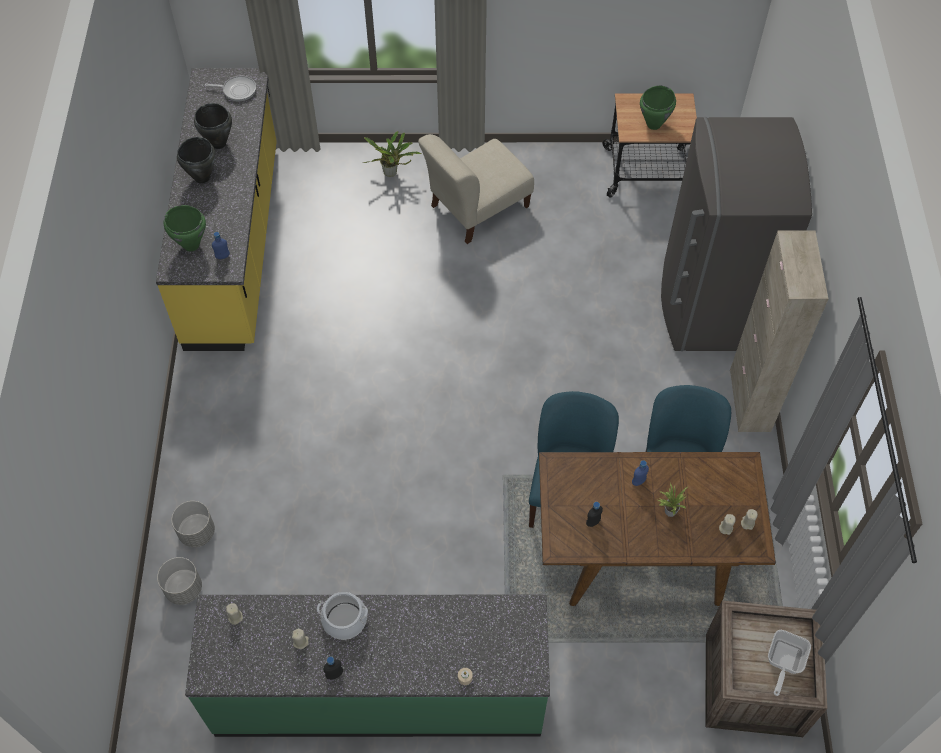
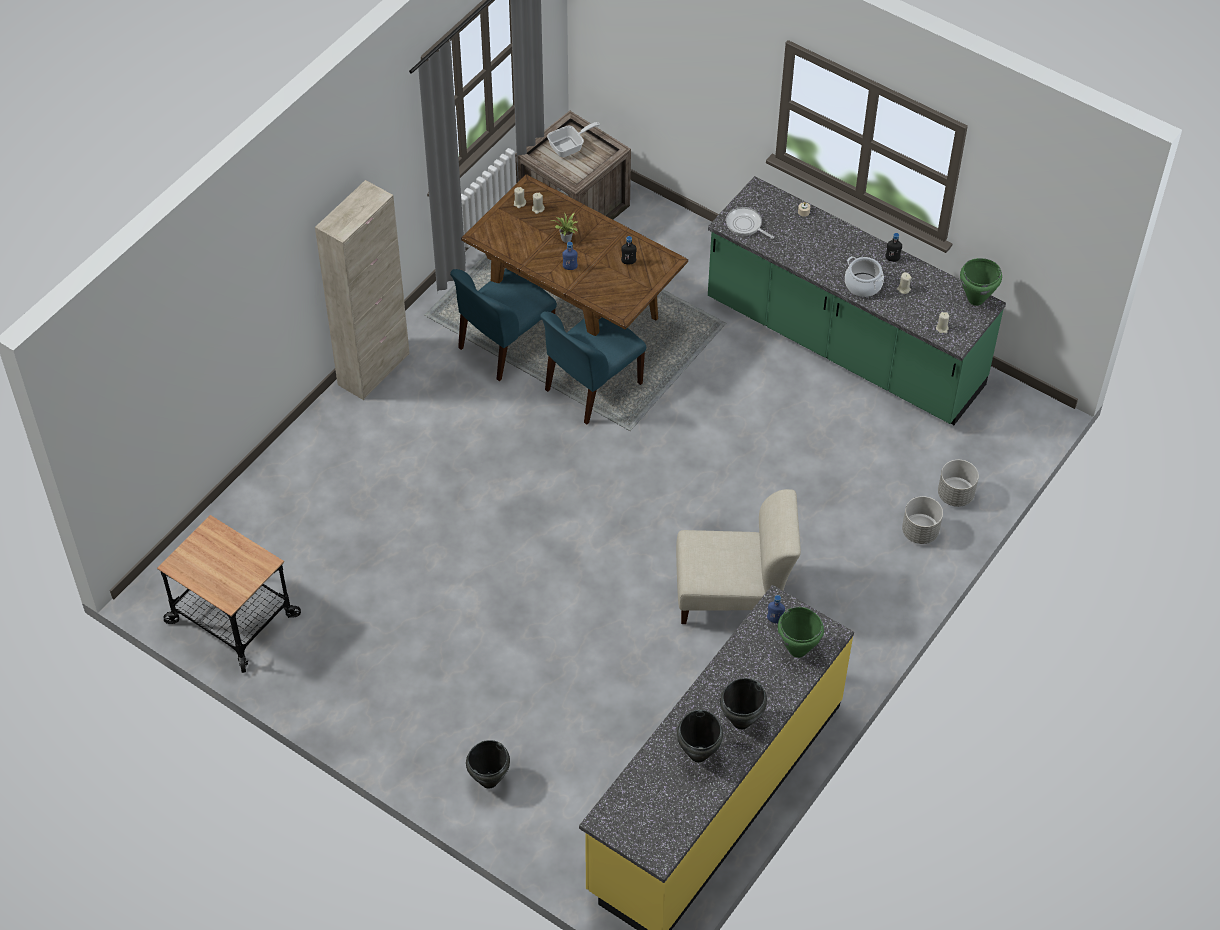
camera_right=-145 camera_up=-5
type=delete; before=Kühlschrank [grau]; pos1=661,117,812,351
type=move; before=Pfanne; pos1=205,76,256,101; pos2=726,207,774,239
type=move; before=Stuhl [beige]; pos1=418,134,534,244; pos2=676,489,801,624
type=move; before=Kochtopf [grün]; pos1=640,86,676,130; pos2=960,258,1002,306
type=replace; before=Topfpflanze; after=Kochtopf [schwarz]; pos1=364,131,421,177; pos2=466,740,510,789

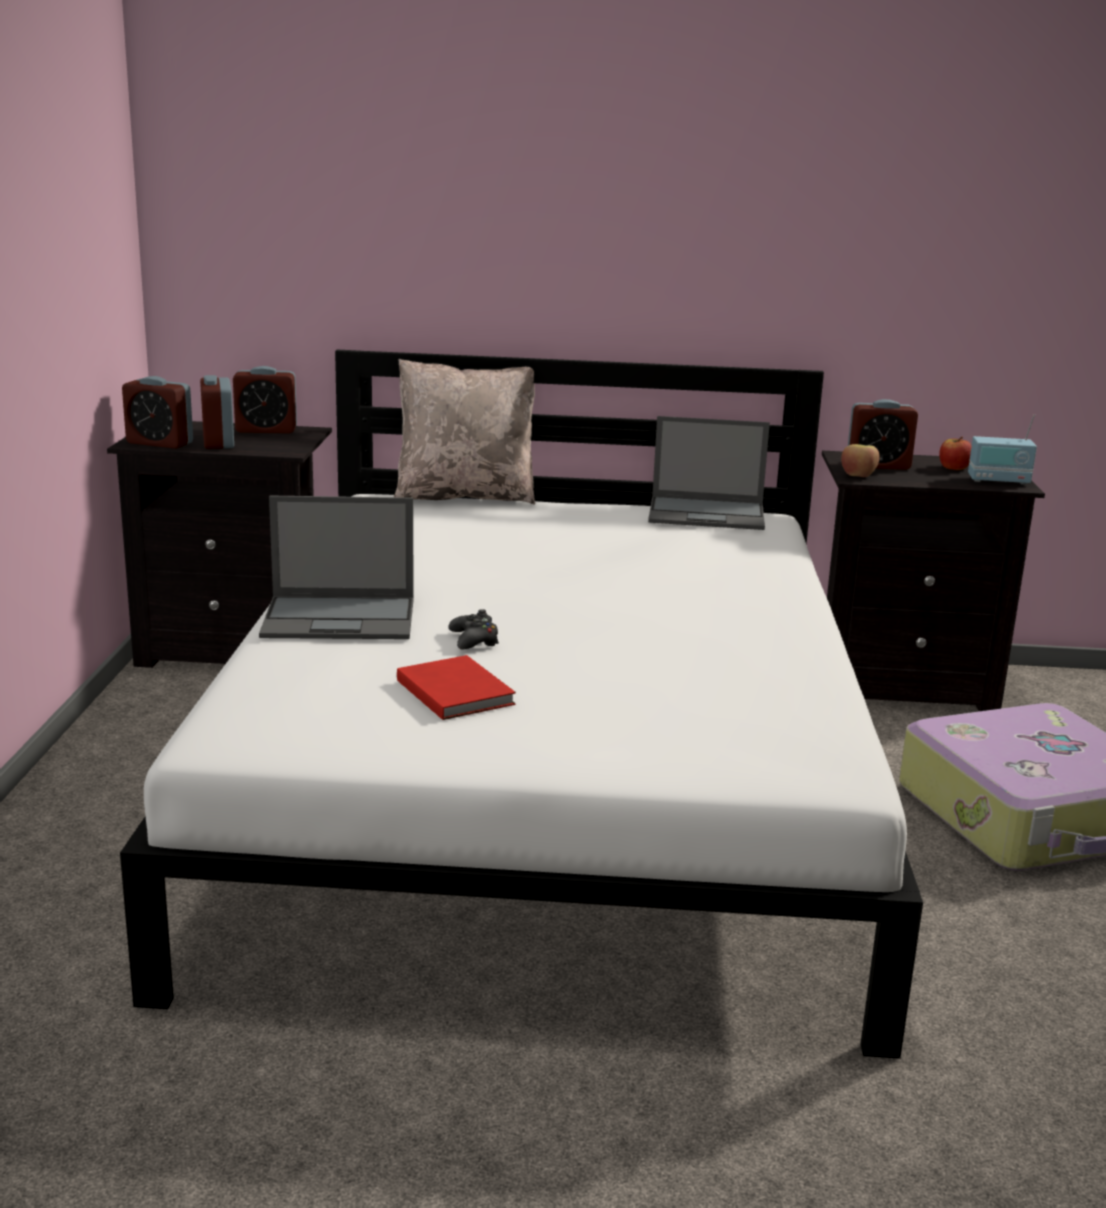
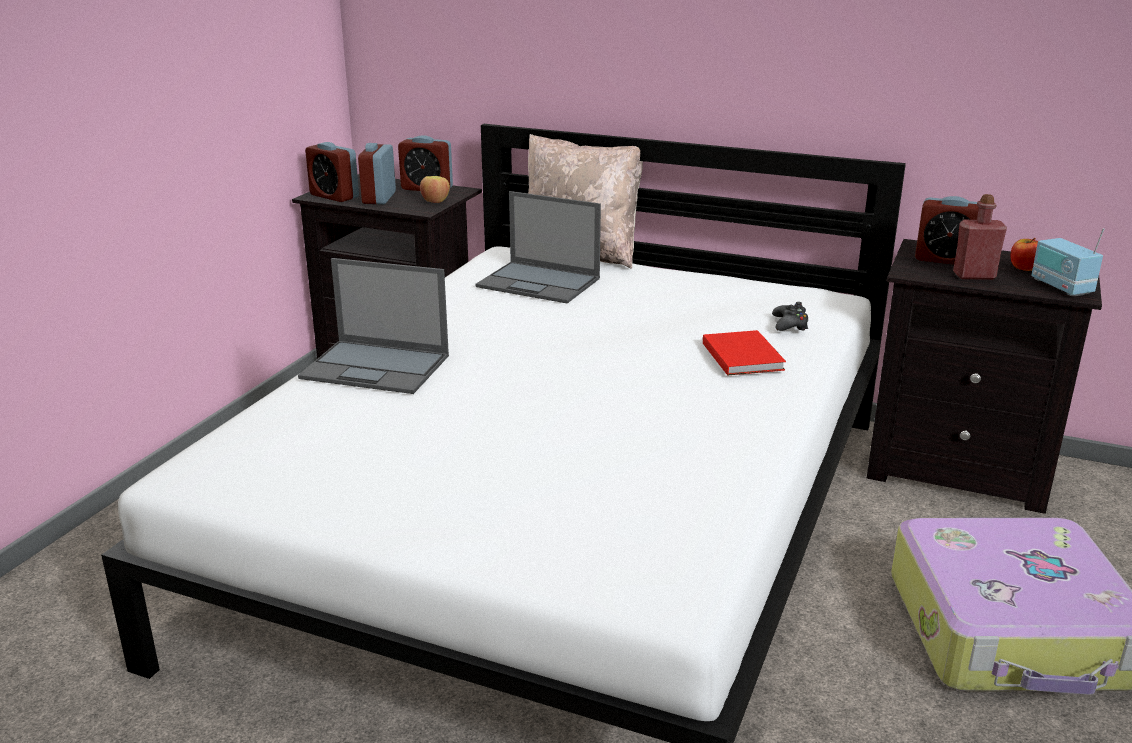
camera_right=20 camera_up=5
type=insert; after=Flasche [rot]; pos2=953,194,1007,280
type=move; before=Buch [rot]; pos1=397,655,516,720; pos2=703,330,786,375
type=move; before=Gamepad [schwarz]; pos1=448,609,499,650; pos2=772,302,808,331
type=move; before=Laptop; pos1=648,416,770,530; pos2=476,191,601,303
type=move; before=Apfel; pos1=841,444,880,477; pos2=420,176,450,203
type=rotate; before=Radio; pos1=968,414,1037,485; pos2=1031,228,1104,296; turn=45

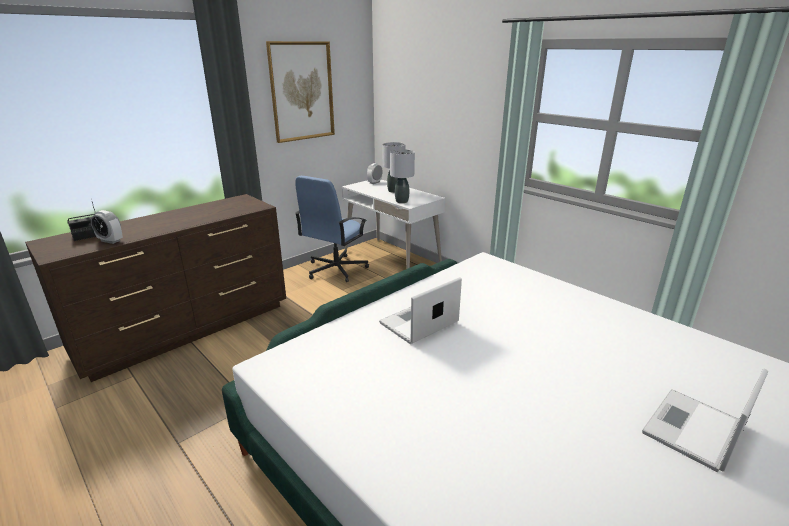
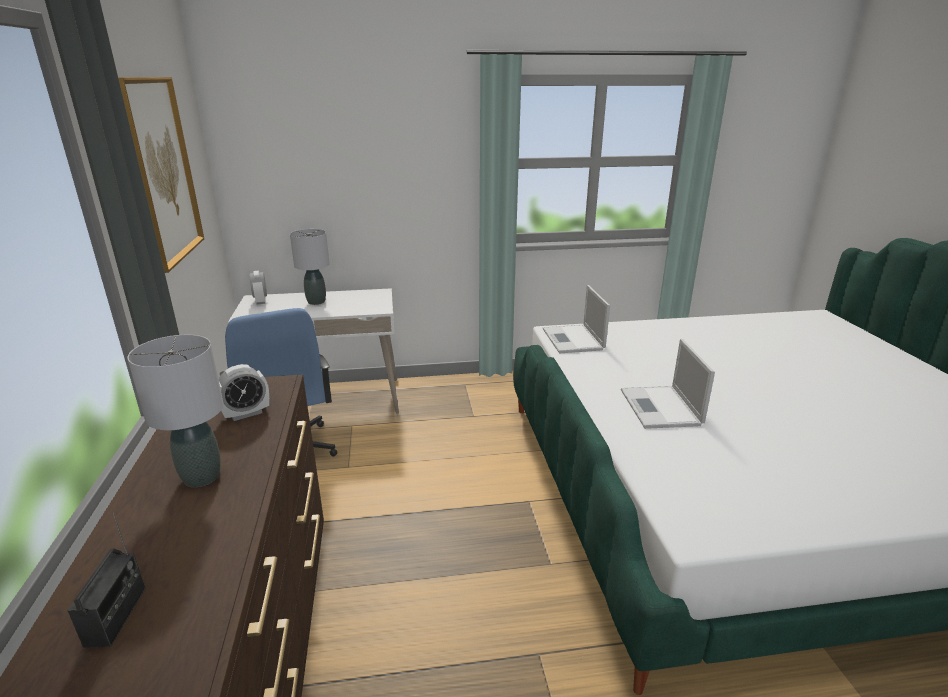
camera_right=-55 camera_up=0
type=move; before=Wecker; pos1=91,210,123,244; pos2=219,364,269,421
type=move; before=Tischlampe [grau]; pos1=390,149,415,203; pos2=127,335,223,487
type=move; before=Laptop; pos1=642,368,768,472; pos2=543,285,610,353

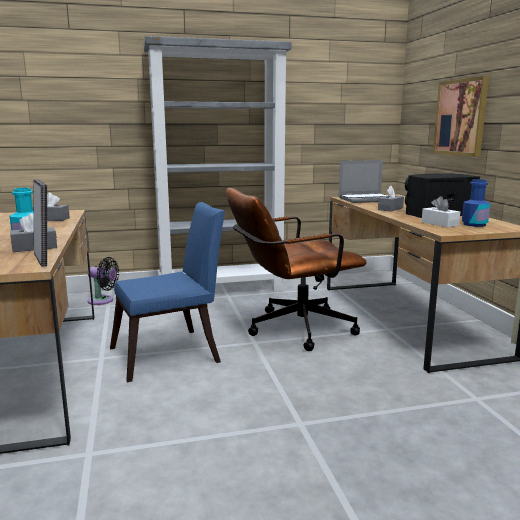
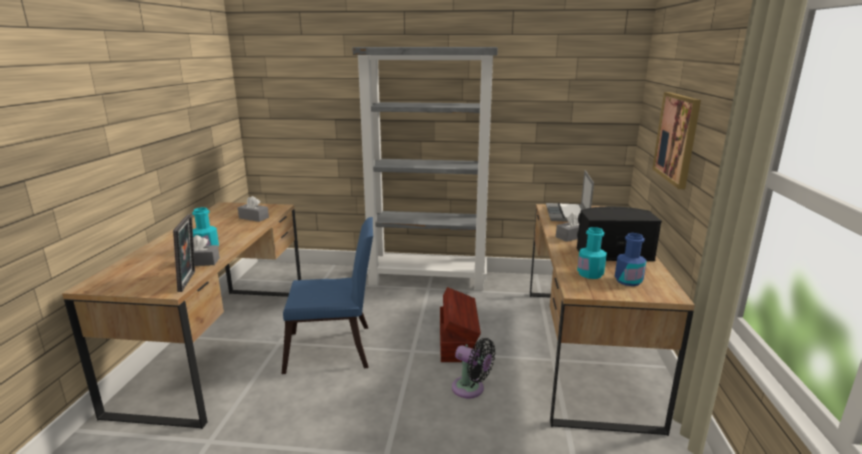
camera_right=20 camera_up=5
type=move; before=Ventilator [schwarz]; pos1=88,257,119,305; pos2=452,338,495,398
type=replace; before=Bürostuhl [braun]; after=Aufbewahrungsbox [braun]; pos1=226,188,367,351; pos2=440,287,481,362
type=replace; before=Taschentuchbox [weiß]; after=Flasche [türkis]; pos1=422,196,460,228; pos2=577,227,607,279
type=rotate; before=Laptop; pos1=338,160,388,203; pos2=546,170,594,222; turn=90

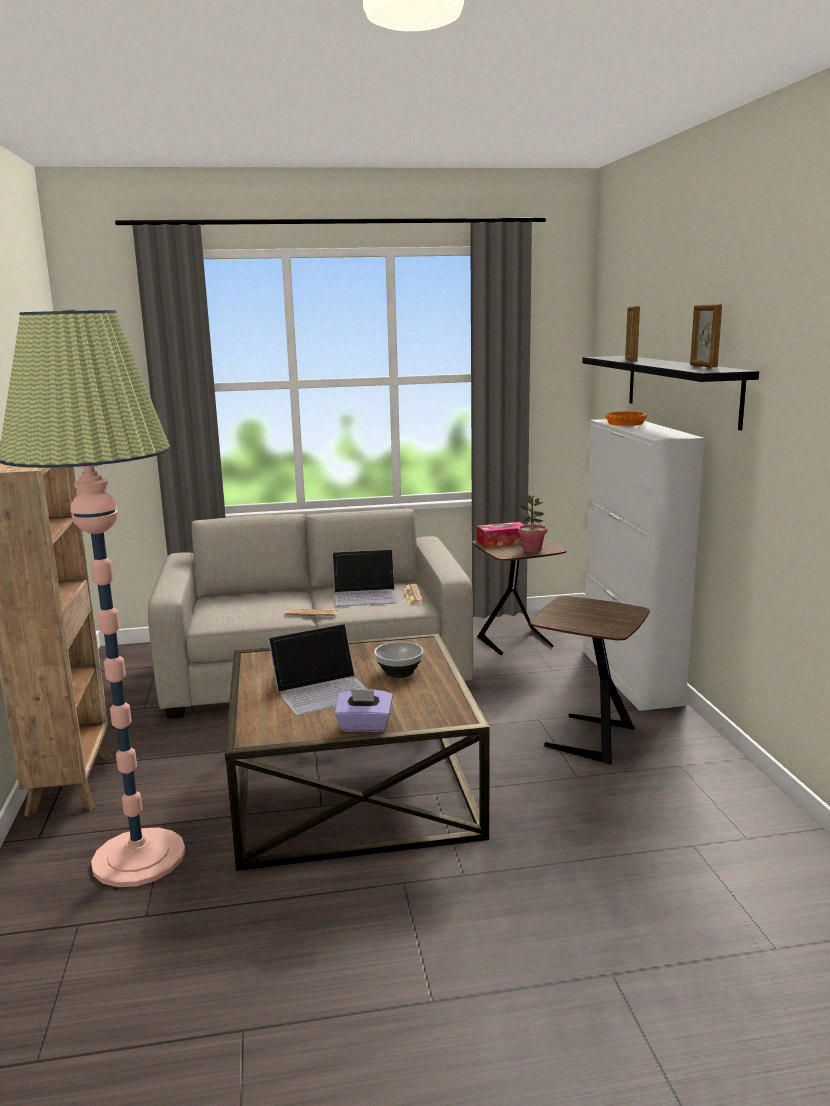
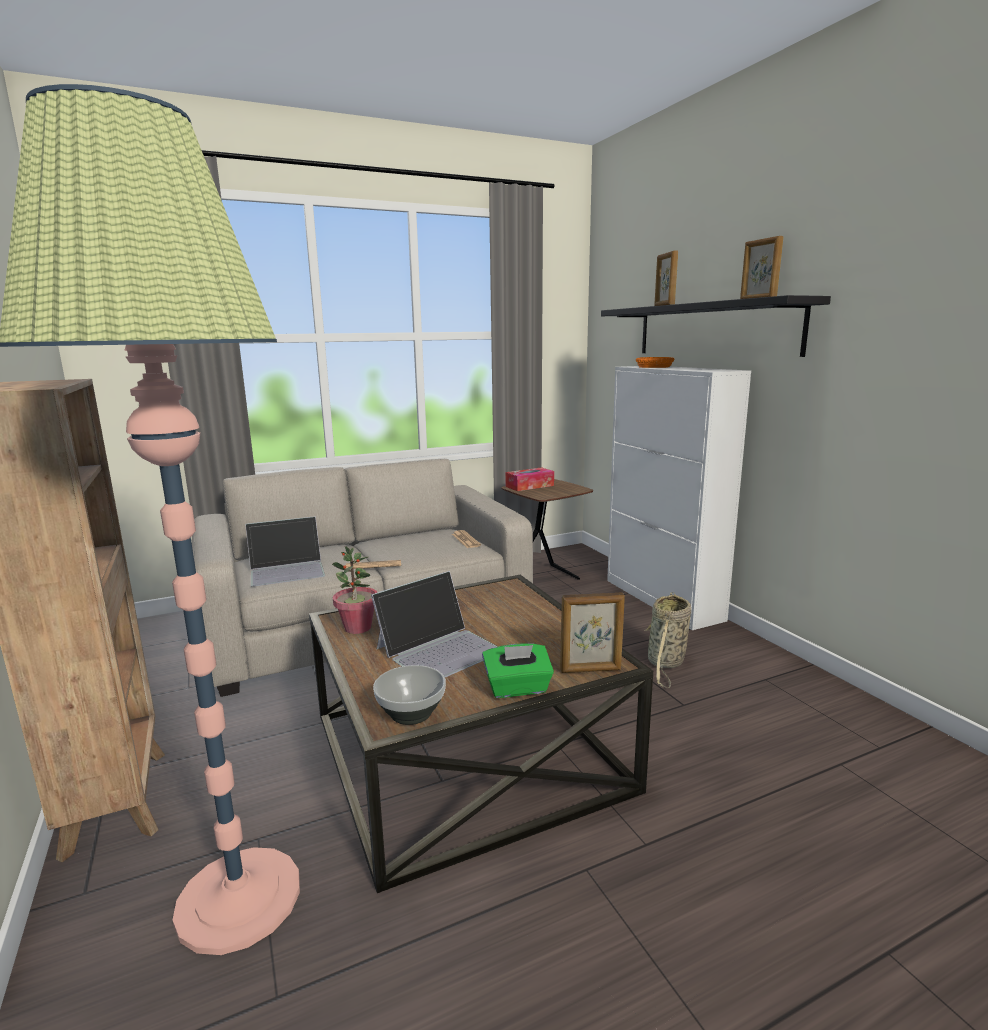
camera_right=-15 camera_up=0
type=insert; after=Bilderrahmen; pos2=560,592,625,673
type=move; before=Laptop; pos1=333,549,397,607; pos2=245,516,325,587
type=move; before=Schüssel; pos1=374,642,423,678; pos2=373,665,446,725
type=move; before=Topfpflanze; pos1=518,495,547,553; pos2=332,546,378,634
type=replace; before=Beistelltisch [braun]; after=Korb; pos1=530,596,650,764; pos2=645,592,691,688
type=recolor; before=Taschentuchbox [lila]; after=Taschentuchbox [grün]; pos1=335,689,393,732; pos2=482,643,554,698

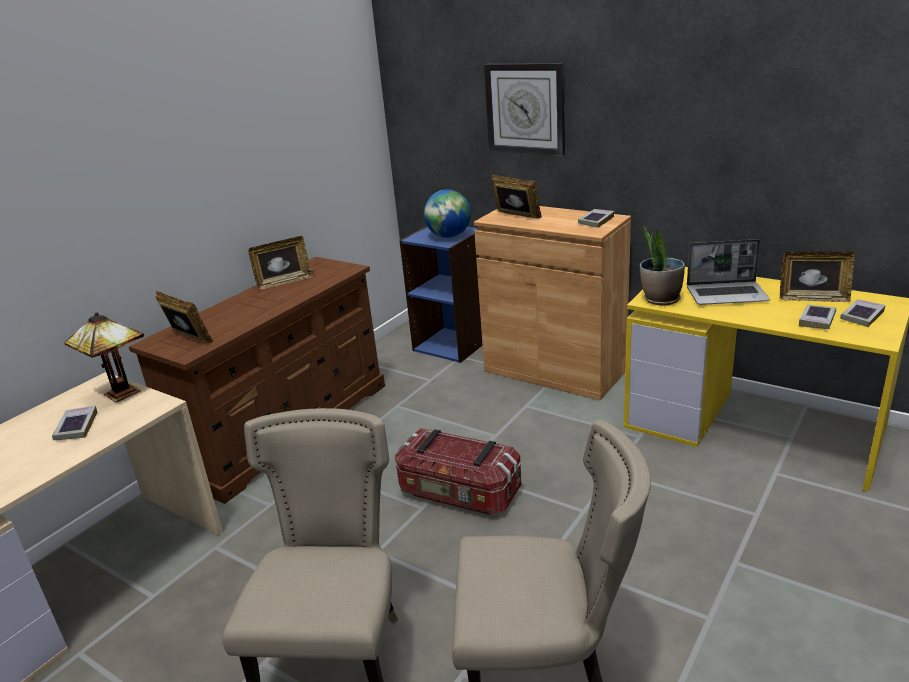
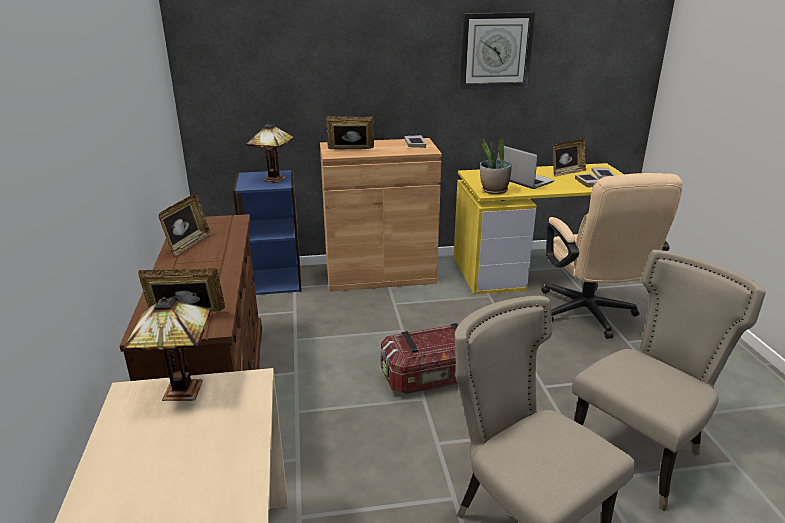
camera_right=-45 camera_up=0
type=delete; before=Buch; pos1=52,405,97,440
type=insert; after=Bürostuhl [beige]; pos2=541,173,683,338
type=move; before=Wanduhr; pos1=484,63,565,155; pos2=460,12,535,89
type=replace; before=Globus; after=Tischlampe; pos1=424,189,471,238; pos2=246,122,294,183
type=rotate; before=Laptop; pos1=687,239,770,305; pos2=497,145,555,189; turn=-90

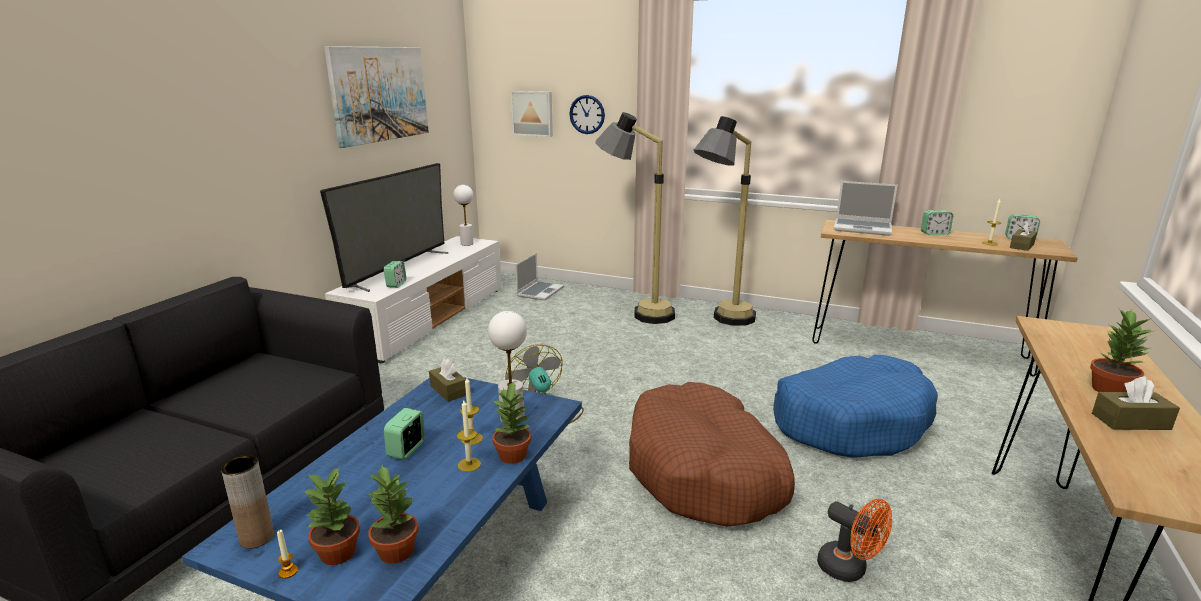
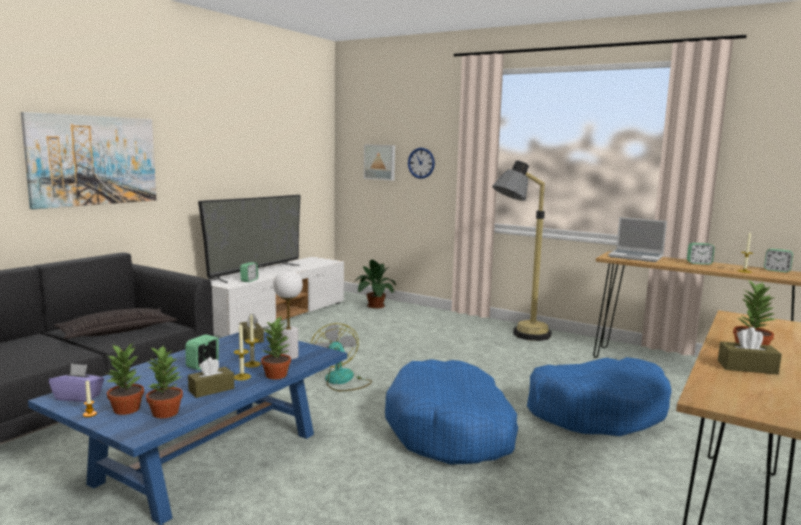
camera_right=10 camera_up=-10
type=delete; before=Tischlampe [weiß]; pos1=453,185,474,246
type=delete; before=Stehlampe; pos1=595,112,675,324
type=delete; before=Ventilator [orange]; pos1=817,499,892,582
type=insert; after=Kissen; pos2=54,308,177,339
type=move; before=Bild; pos1=324,46,429,148; pos2=21,112,156,209
type=move; before=Taschentuchbox [braun]; pos1=1010,220,1037,251; pos2=188,357,234,398
type=replace; before=Vase [braun]; after=Taschentuchbox [lila]; pos1=221,455,274,549; pos2=49,363,104,402
type=replace; before=Laptop; after=Topfpflanze; pos1=516,253,564,301; pos2=354,260,396,309
type=recolor; before=Hundebett [braun]; after=Hundebett [blau]; pos1=629,382,795,527; pos2=385,359,518,464

